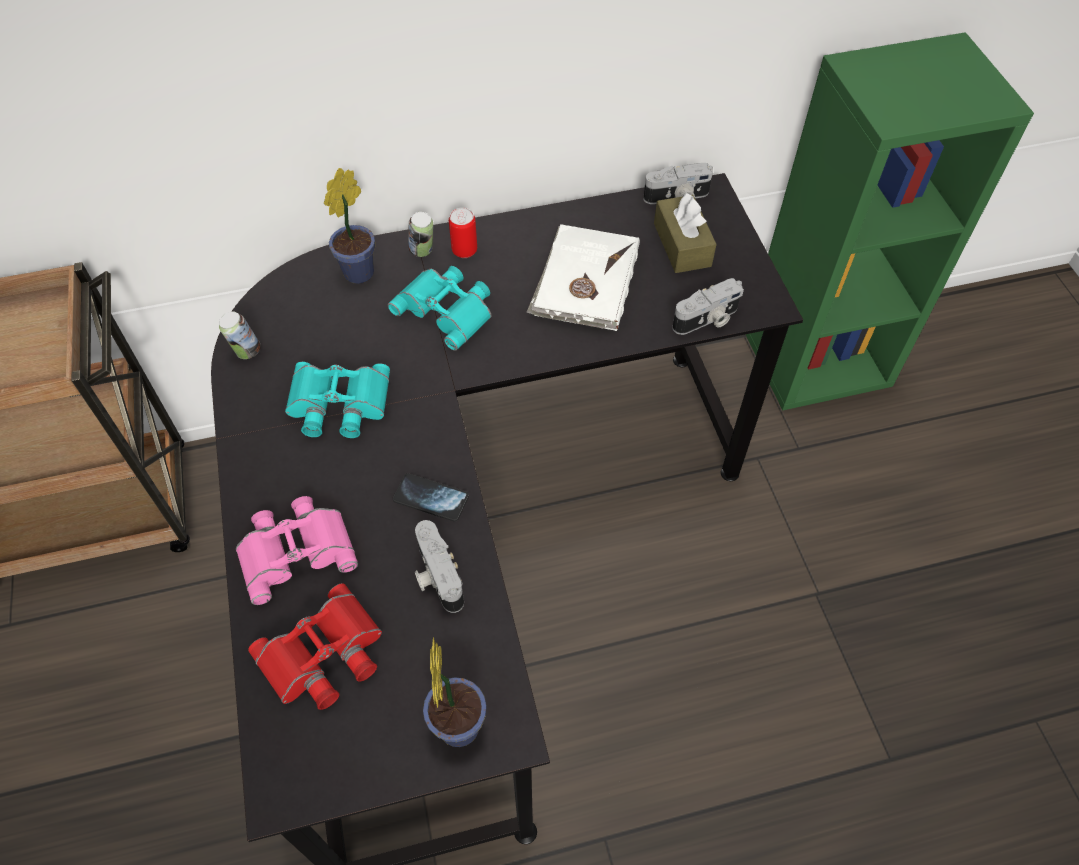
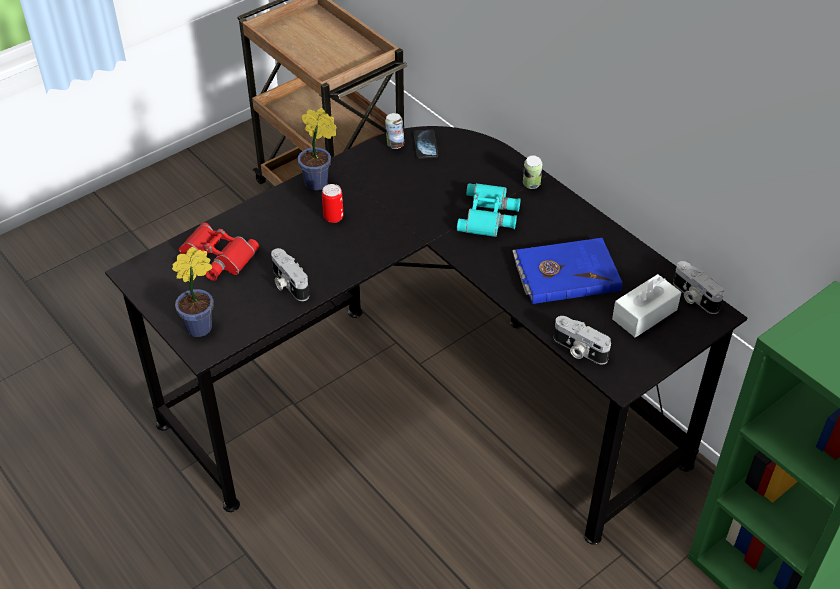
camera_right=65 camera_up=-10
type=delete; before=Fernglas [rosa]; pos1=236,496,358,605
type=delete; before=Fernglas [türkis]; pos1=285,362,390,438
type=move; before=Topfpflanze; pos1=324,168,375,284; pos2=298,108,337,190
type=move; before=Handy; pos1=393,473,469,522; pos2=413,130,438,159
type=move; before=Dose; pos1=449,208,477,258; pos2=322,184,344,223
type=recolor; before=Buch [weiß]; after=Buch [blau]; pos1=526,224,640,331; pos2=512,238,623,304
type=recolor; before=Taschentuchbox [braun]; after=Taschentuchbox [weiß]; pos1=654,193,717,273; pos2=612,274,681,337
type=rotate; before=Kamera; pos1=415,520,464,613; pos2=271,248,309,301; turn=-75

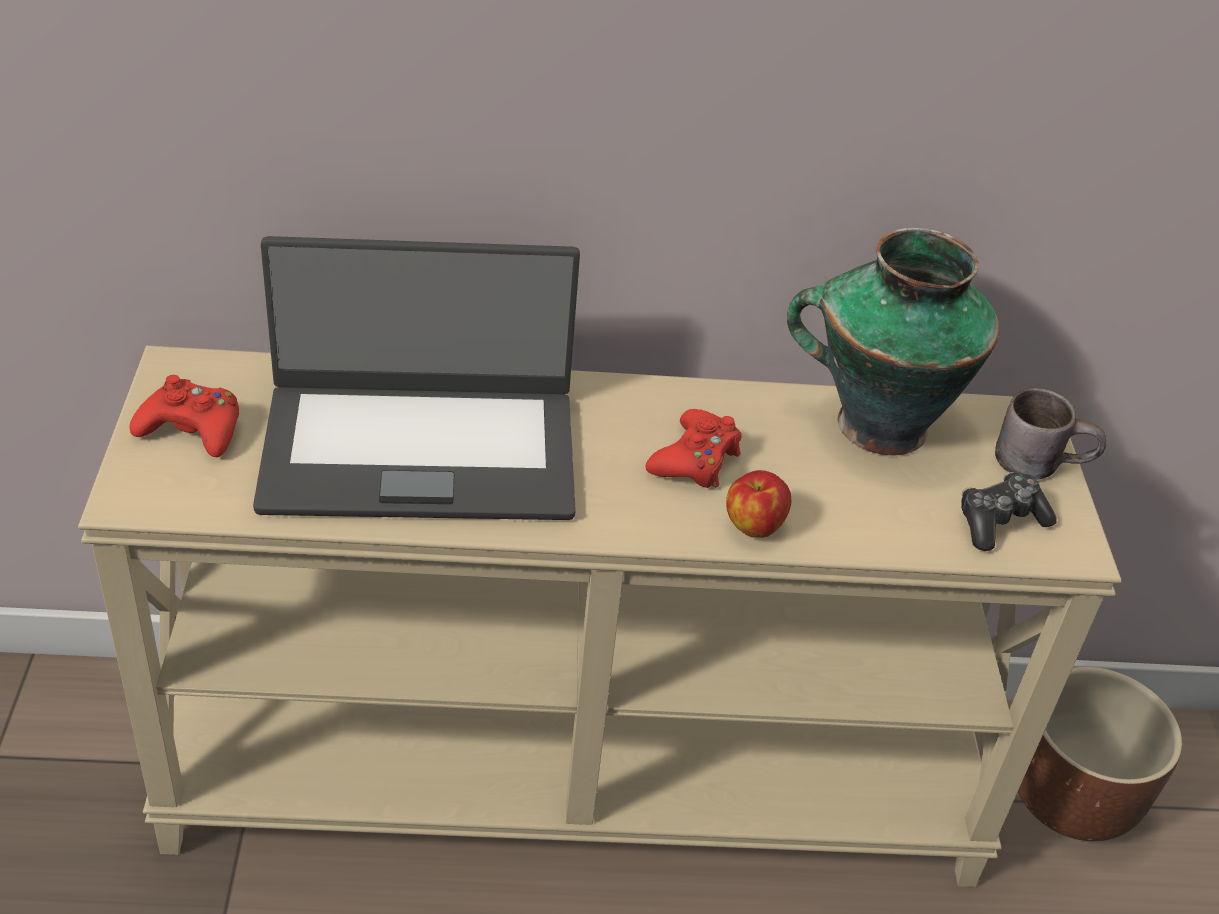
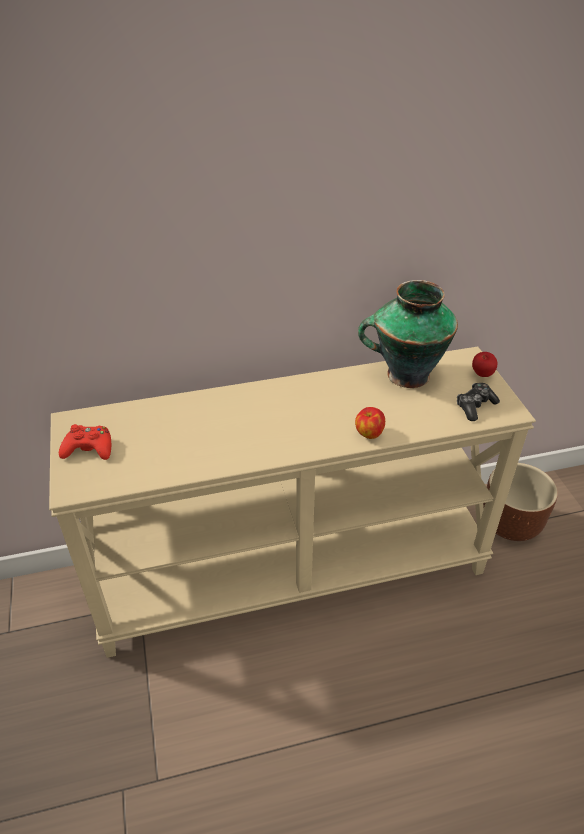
camera_right=-10 camera_up=0
type=delete; before=Laptop; pos1=253,236,580,520
type=delete; before=Gamepad [rot]; pos1=645,409,742,488
type=replace; before=Henkelbecher [braun]; after=Apfel; pos1=995,388,1107,479; pos2=472,352,497,377

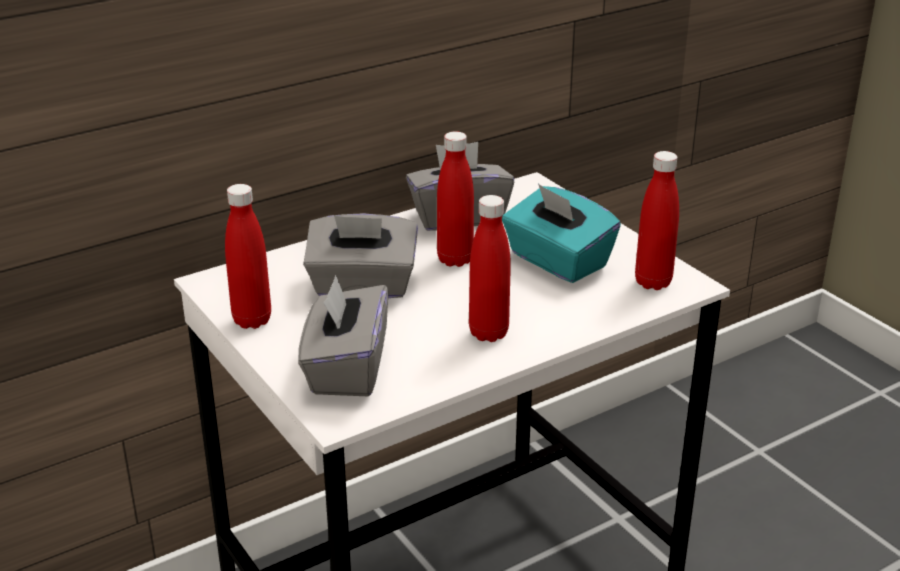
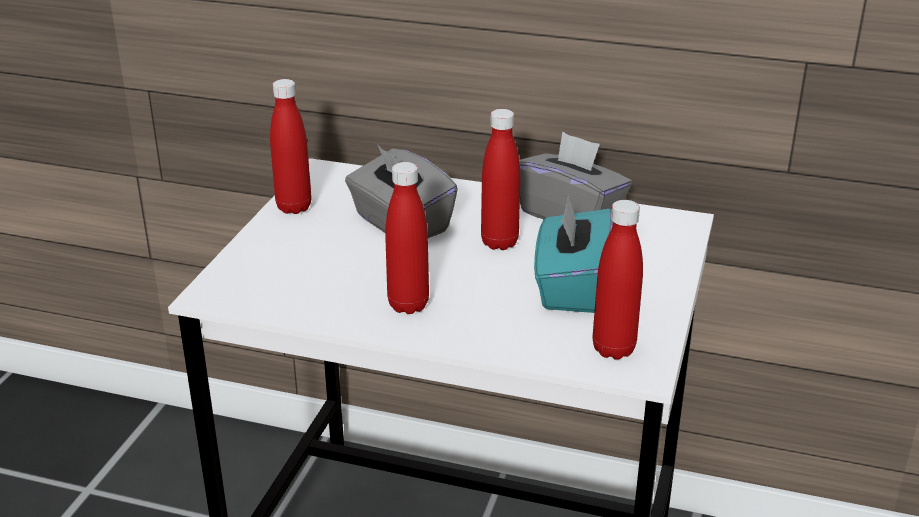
camera_right=50 camera_up=0
type=delete; before=Taschentuchbox [grau]; pos1=298,275,389,396

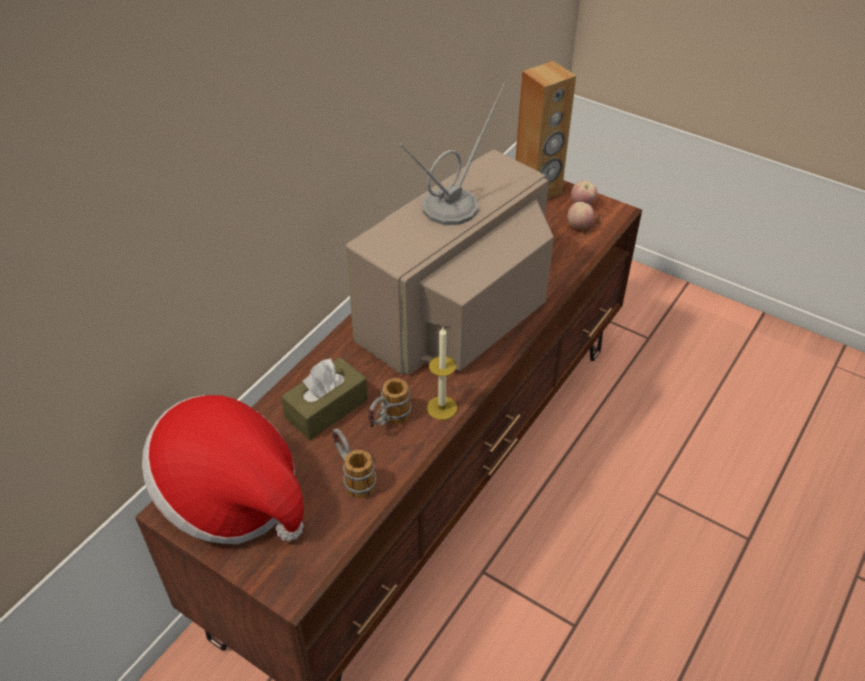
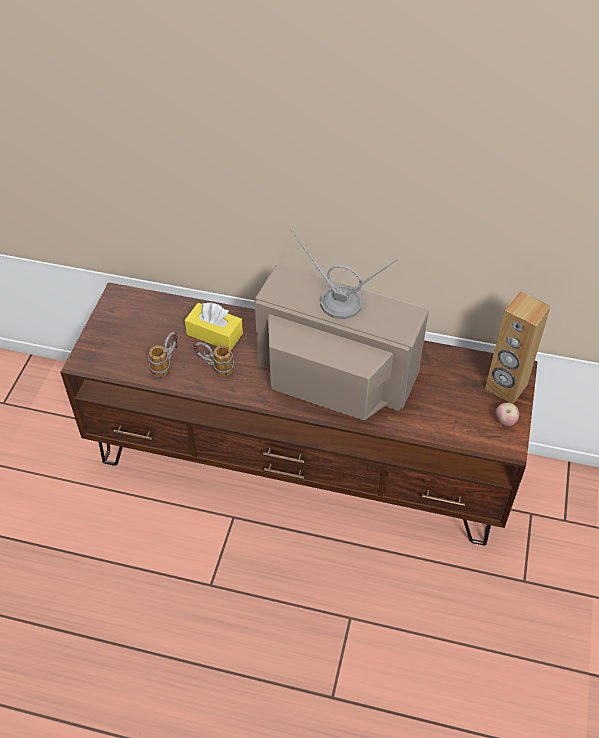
camera_right=70 camera_up=5
type=delete; before=Hut; pos1=142,395,304,544
type=delete; before=Kerze; pos1=427,327,457,420
type=delete; before=Apfel; pos1=567,202,594,229
type=recolor; before=Taschentuchbox [braun]; after=Taschentuchbox [gelb]; pos1=281,357,368,440; pos2=185,302,243,350

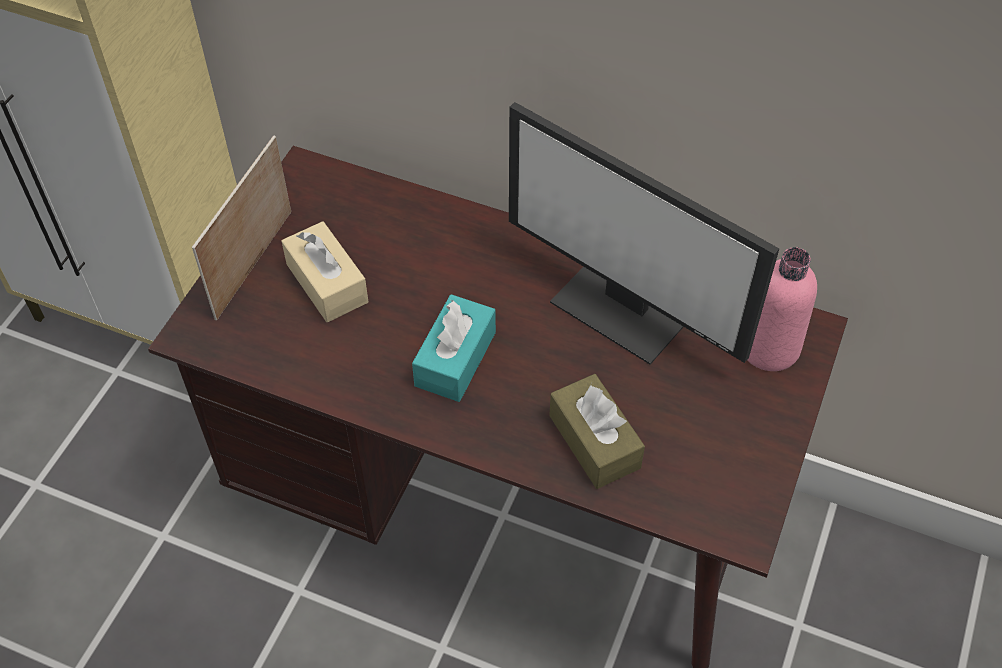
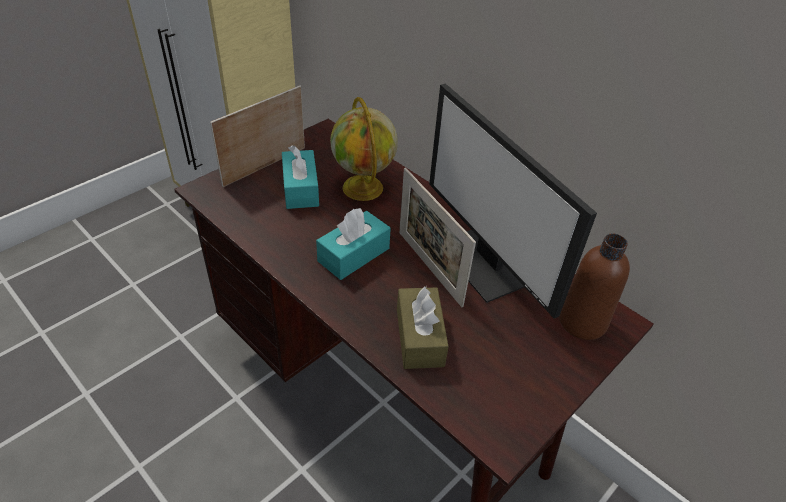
camera_right=20 camera_up=-10
type=insert; after=Globus; pos2=330,97,398,201
type=insert; after=Bilderrahmen; pos2=399,168,476,307
type=recolor; before=Taschentuchbox [beige]; after=Taschentuchbox [türkis]; pos1=282,221,369,322; pos2=282,146,319,209
type=recolor; before=Flasche [rosa]; after=Flasche [braun]; pos1=747,247,817,371; pos2=559,234,630,340

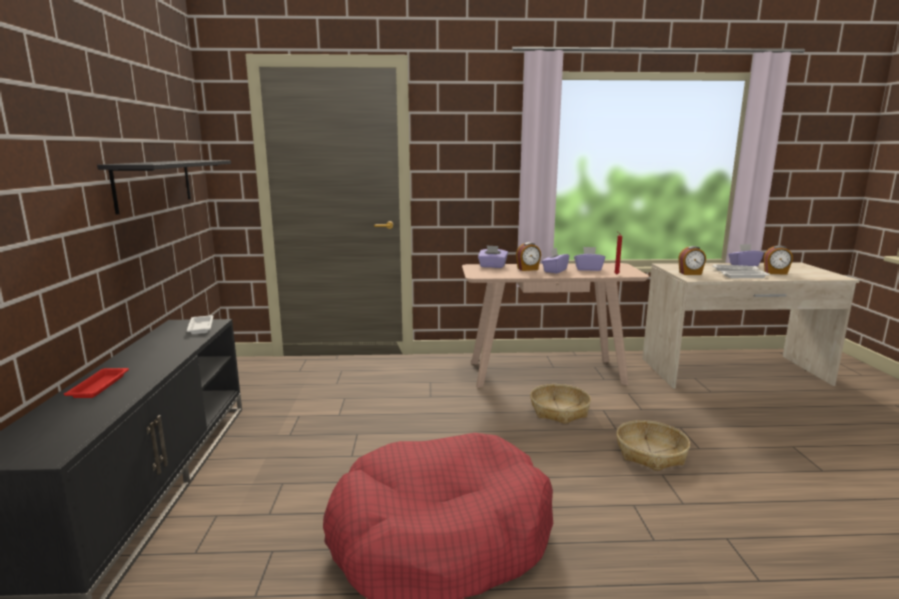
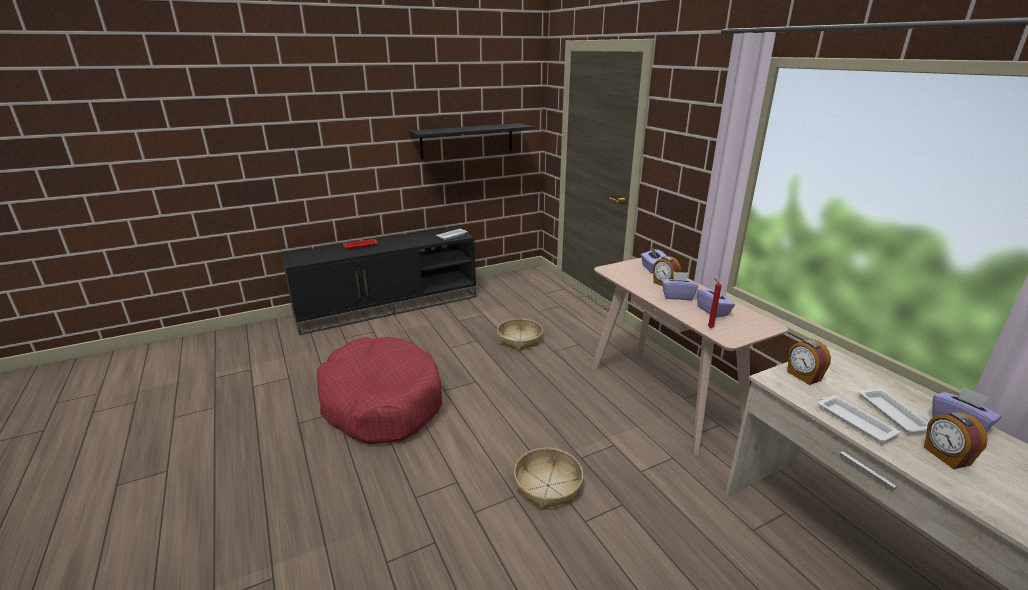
camera_right=65 camera_up=10
type=move; before=Korb; pos1=530,384,591,424; pos2=497,318,543,351

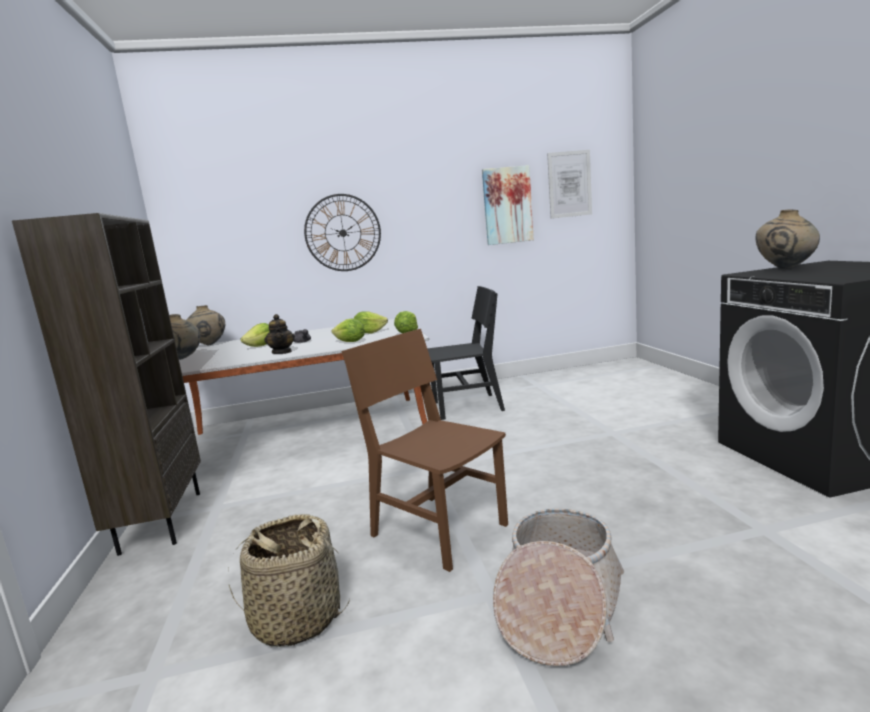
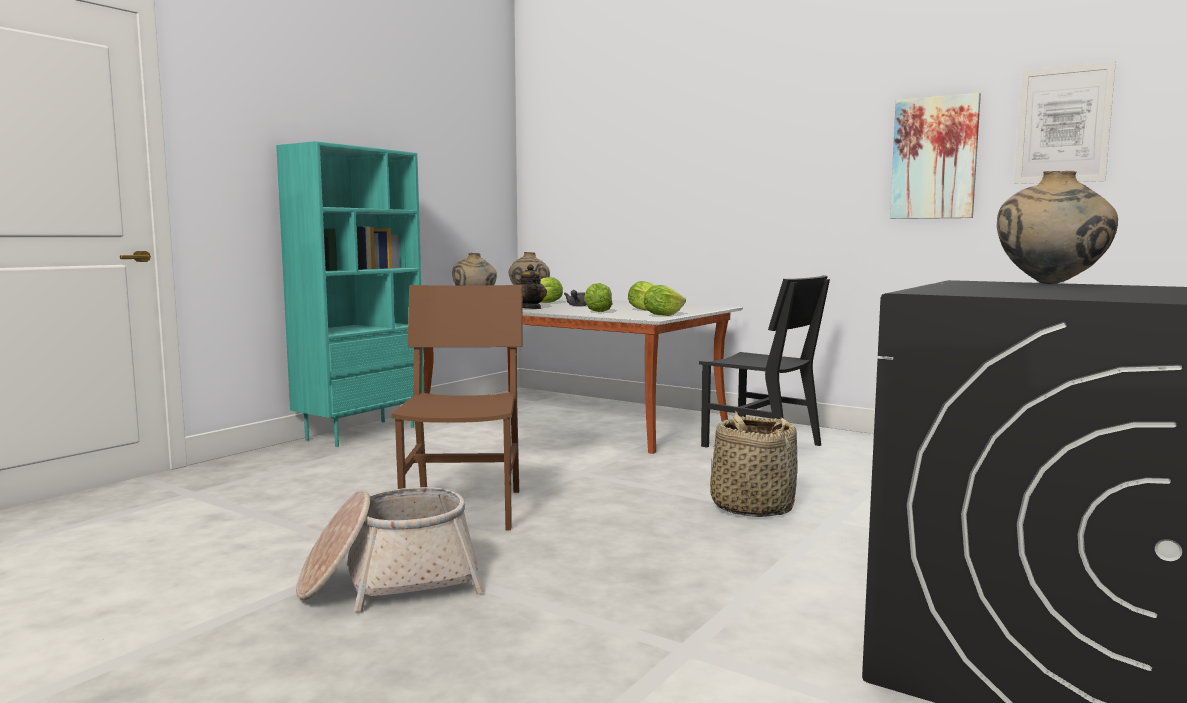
camera_right=45 camera_up=-5
type=delete; before=Wanduhr; pos1=304,194,381,271
type=move; before=Korb; pos1=228,514,350,647; pos2=710,411,798,517
type=recolor; before=Bücherregal [braun]; after=Bücherregal [türkis]; pos1=12,213,201,556; pos2=276,141,424,447
type=rotate; before=Teekanne; pos1=264,314,295,354; pos2=519,264,547,309; turn=-45

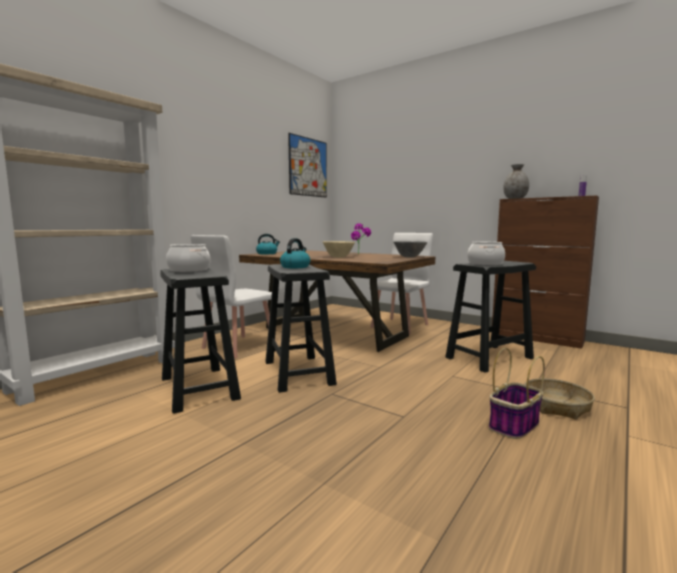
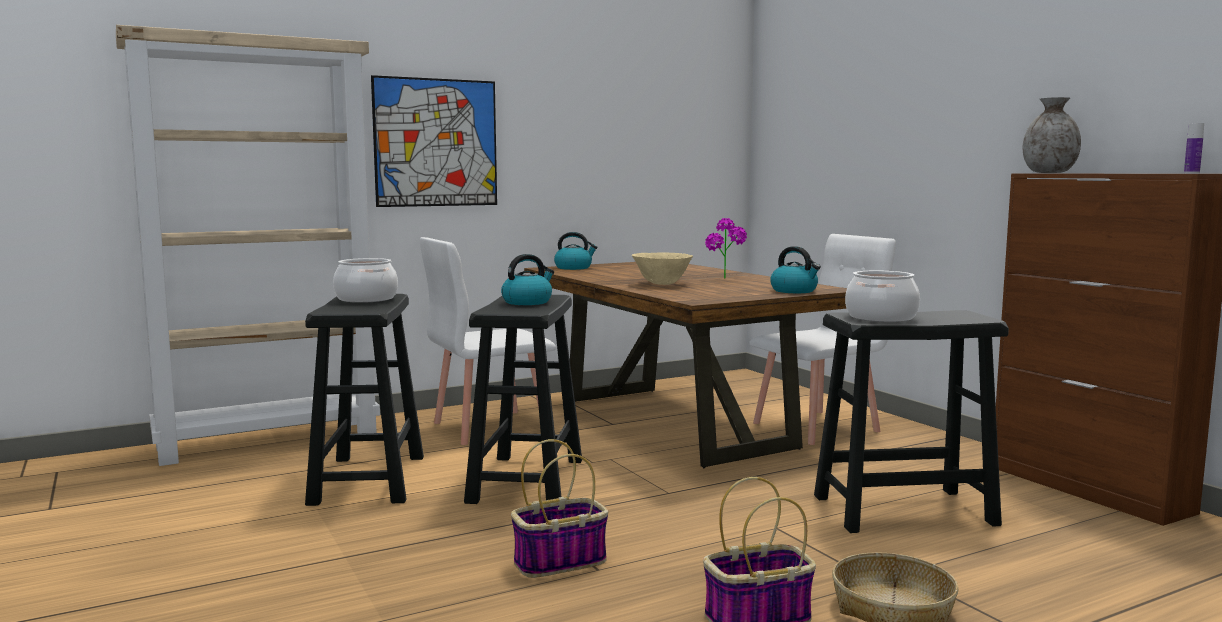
camera_right=25 camera_up=0
type=insert; after=Korb; pos2=511,439,609,578
type=move; before=Bild; pos1=288,133,327,198; pos2=371,75,497,207
type=replace; before=Schüssel [grau]; after=Wasserkessel; pos1=393,241,427,258; pos2=770,246,821,293

